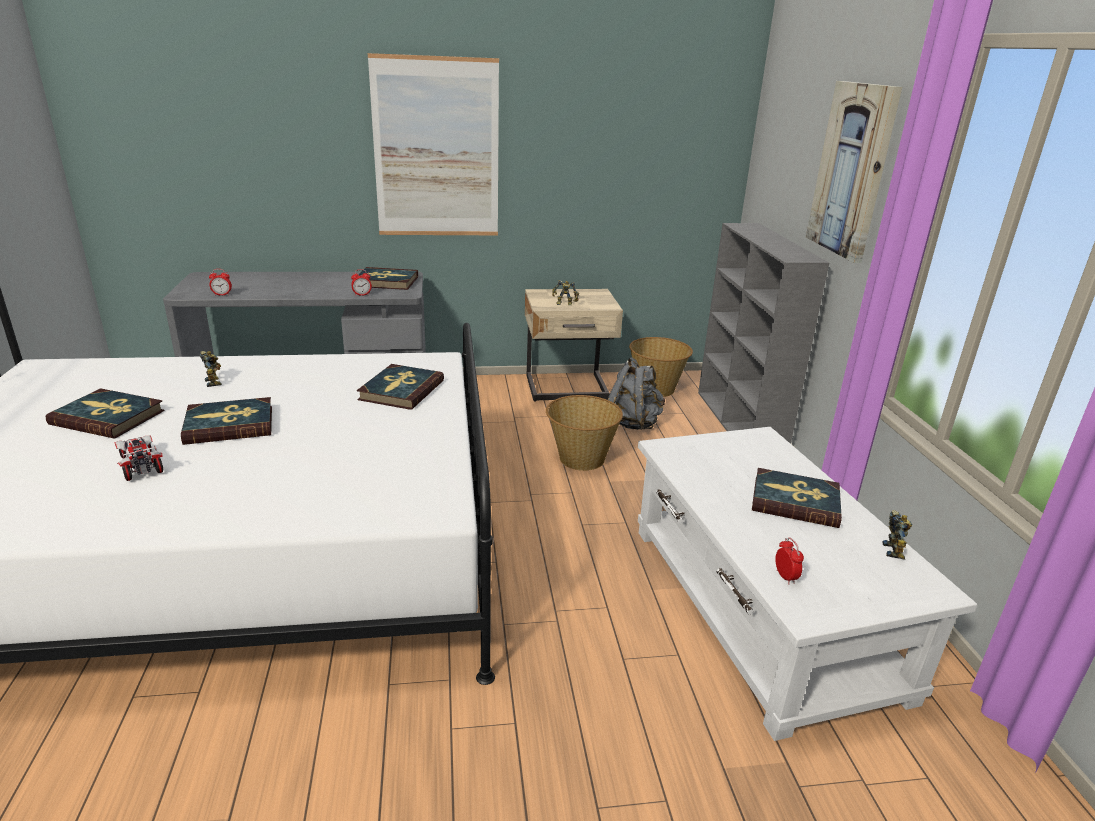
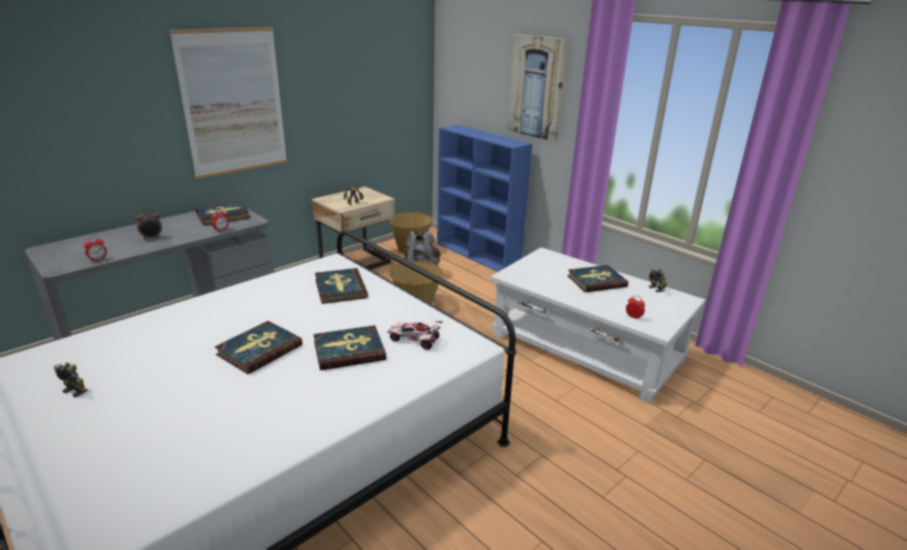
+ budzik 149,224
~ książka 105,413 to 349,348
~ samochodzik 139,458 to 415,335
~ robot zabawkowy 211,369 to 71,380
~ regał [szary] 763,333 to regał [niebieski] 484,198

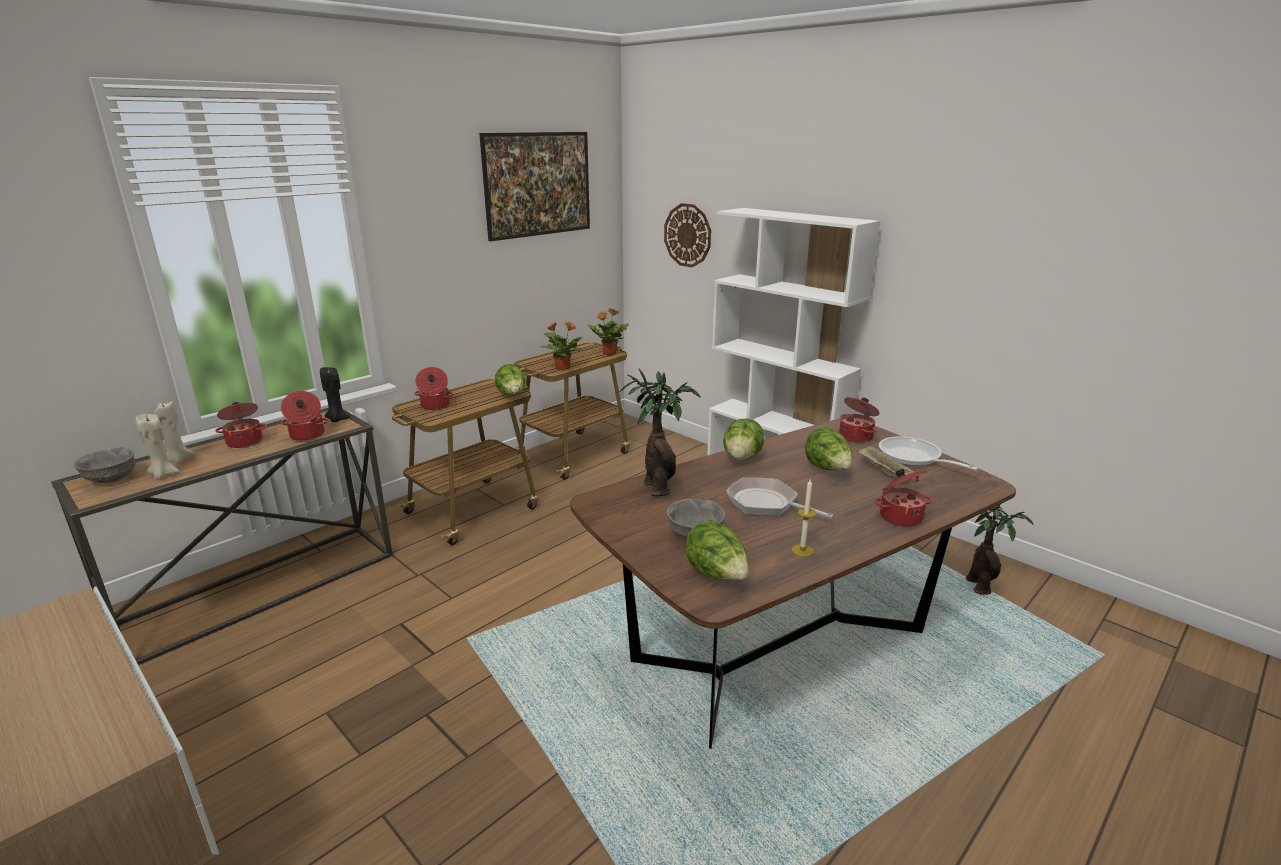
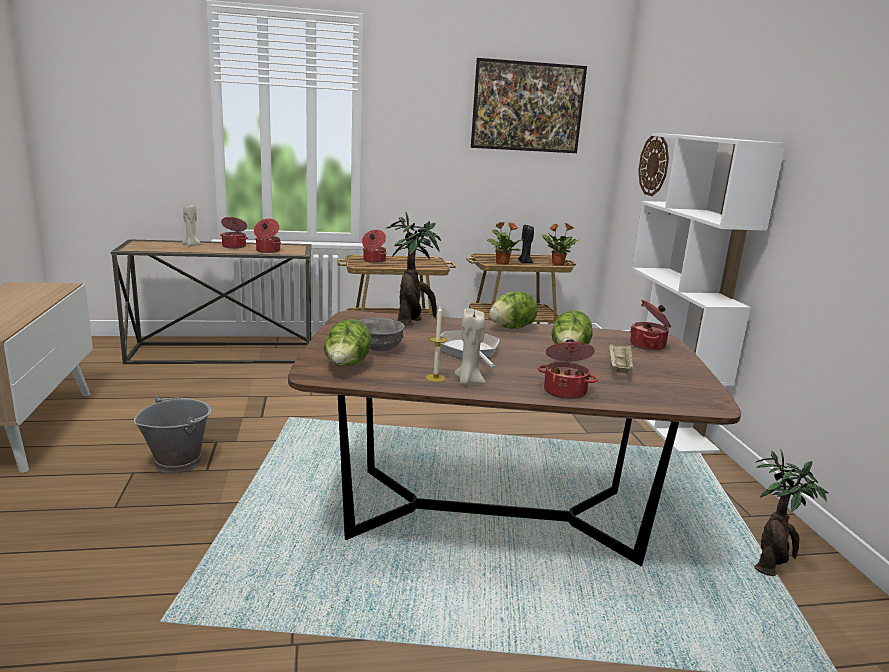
- miska [szary] 104,465
- sałata 510,379
- patelnia 928,453
+ wiadro [szary] 173,435
~ świeca [beżowy] 158,446 to 470,346
~ świeca [czarny] 335,394 to 526,244

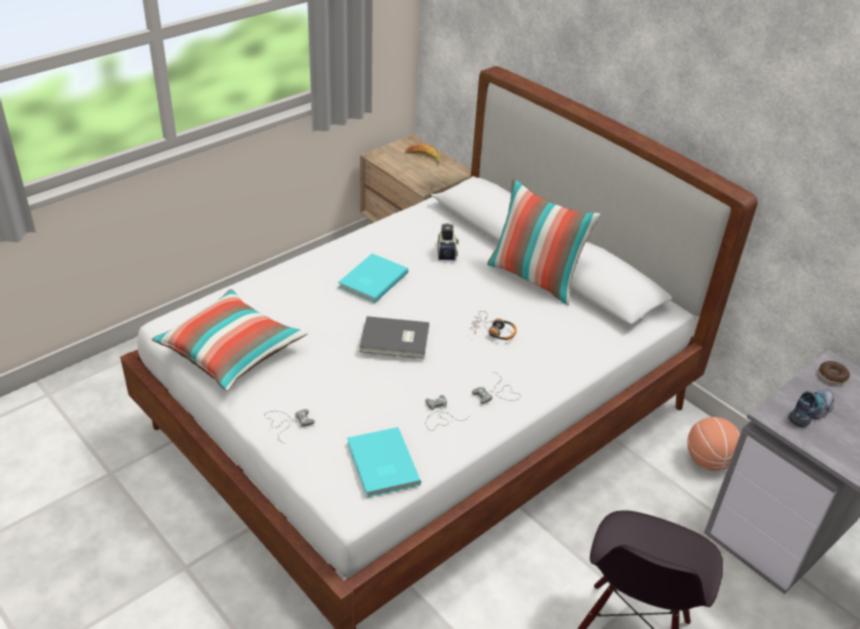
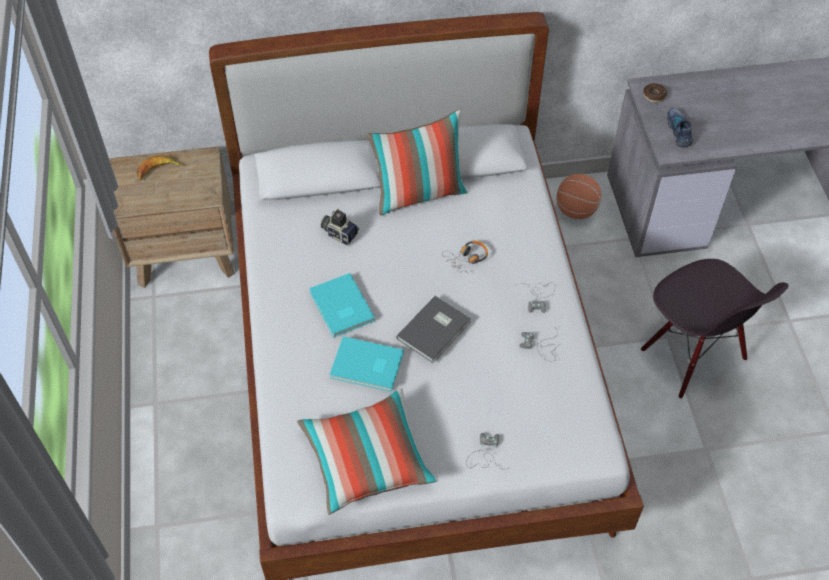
~ książka [turkusowy] 384,462 to 367,364

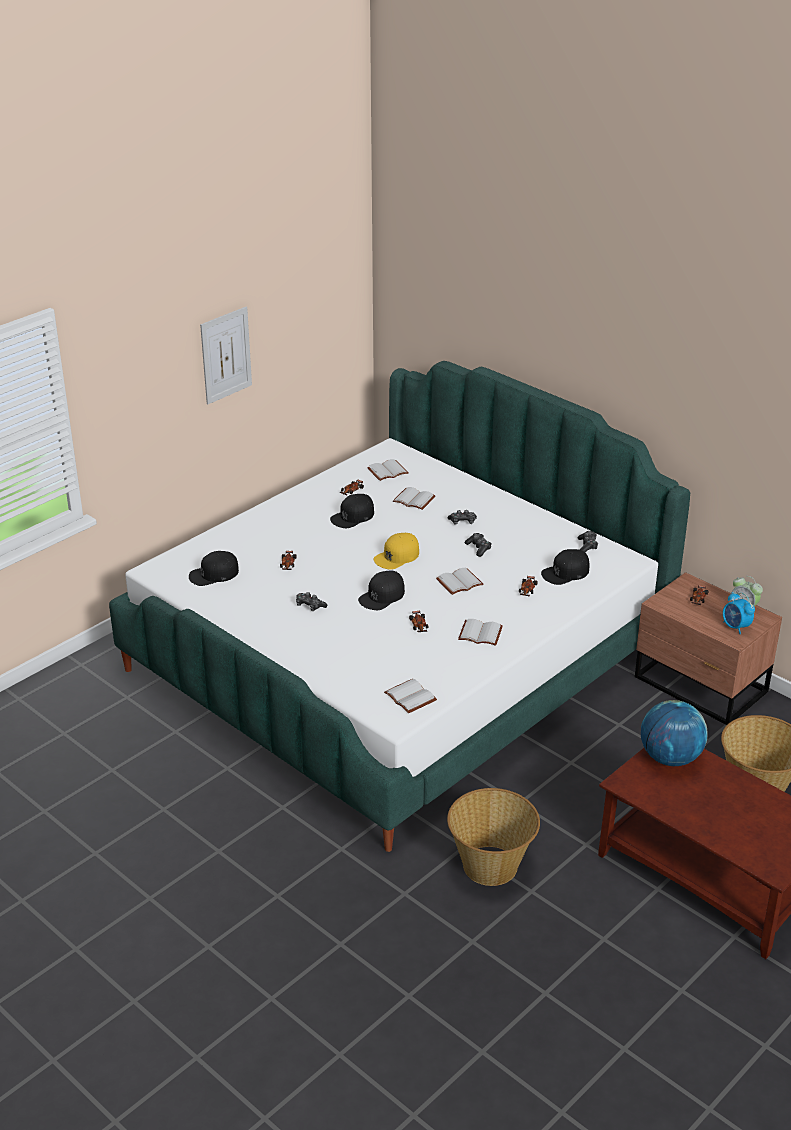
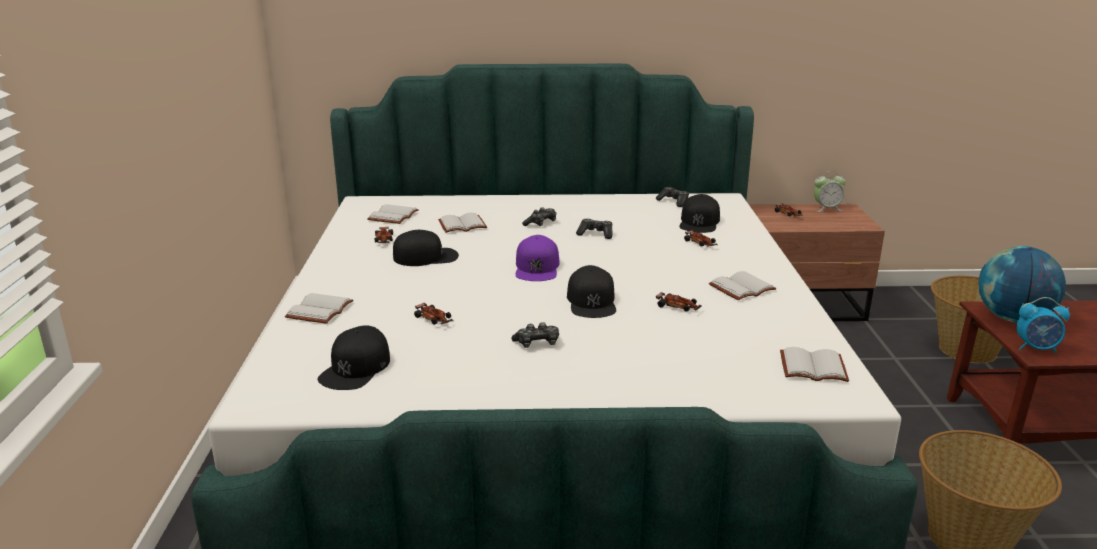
- obraz 226,355
~ książka [biały] 460,581 to 319,308
~ budzik 739,613 to 1043,325
~ czapka z daszkiem [żółty] 396,551 to czapka z daszkiem [fioletowy] 538,258
~ czapka z daszkiem [czarny] 352,511 = 426,248 105 degrees counterclockwise

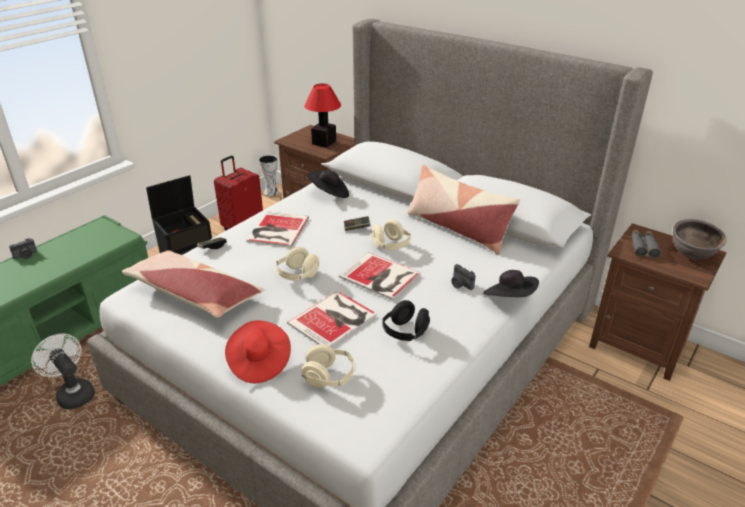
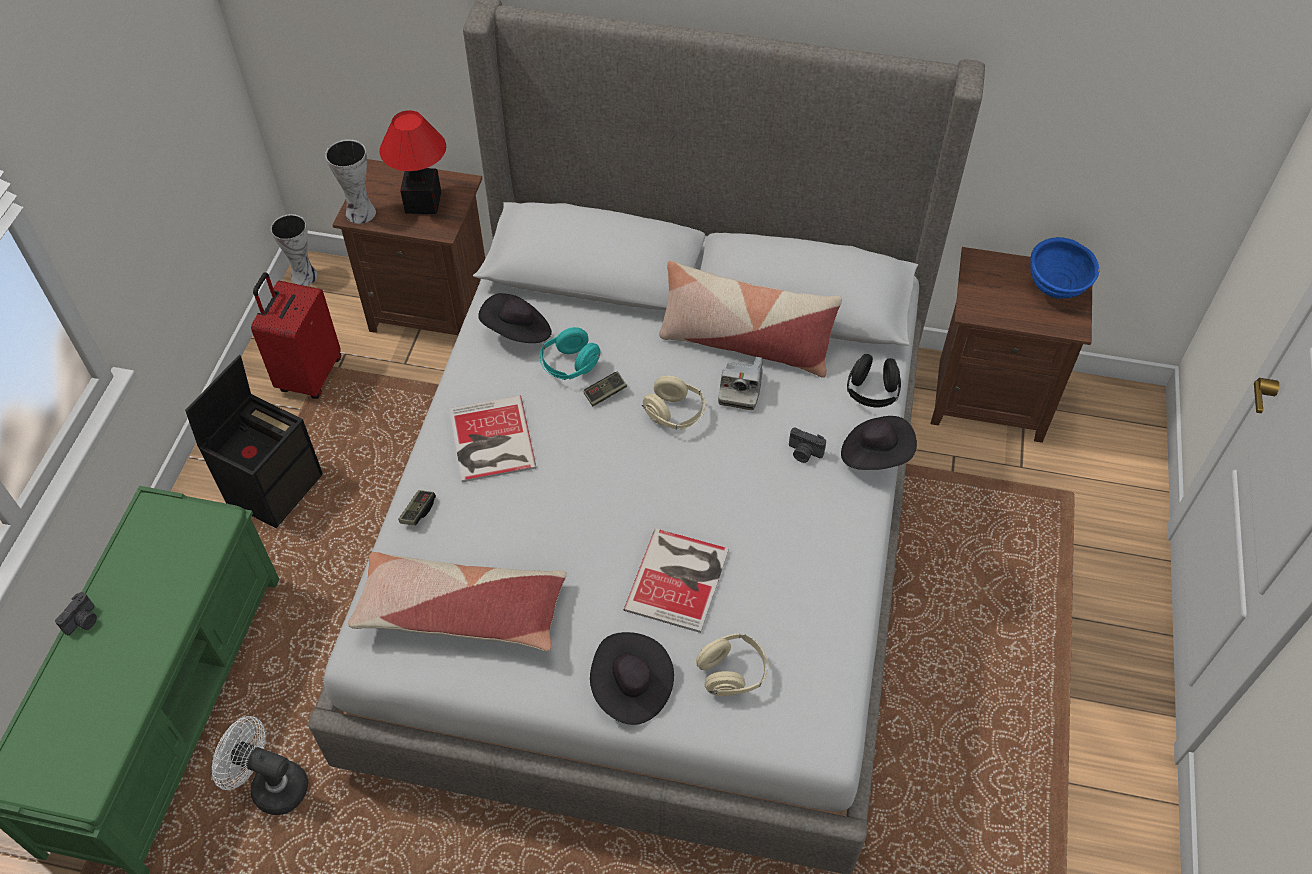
- słuchawki [beżowy] 297,264
- książka 380,276
- lornetka [szary] 646,243
+ wazon 350,181
+ słuchawki [turkusowy] 570,353
+ aparat fotograficzny 740,383
~ słuchawki [czarny] 406,320 to 874,381
~ kapelusz [czerwony] 258,351 to kapelusz [czarny] 632,678
~ miska [brązowy] 699,239 to miska [niebieski] 1065,268

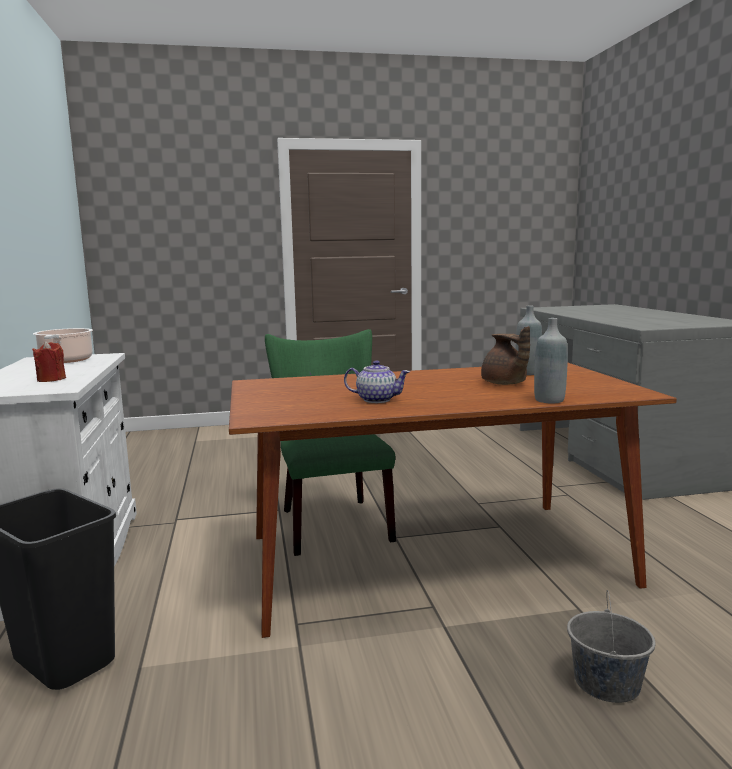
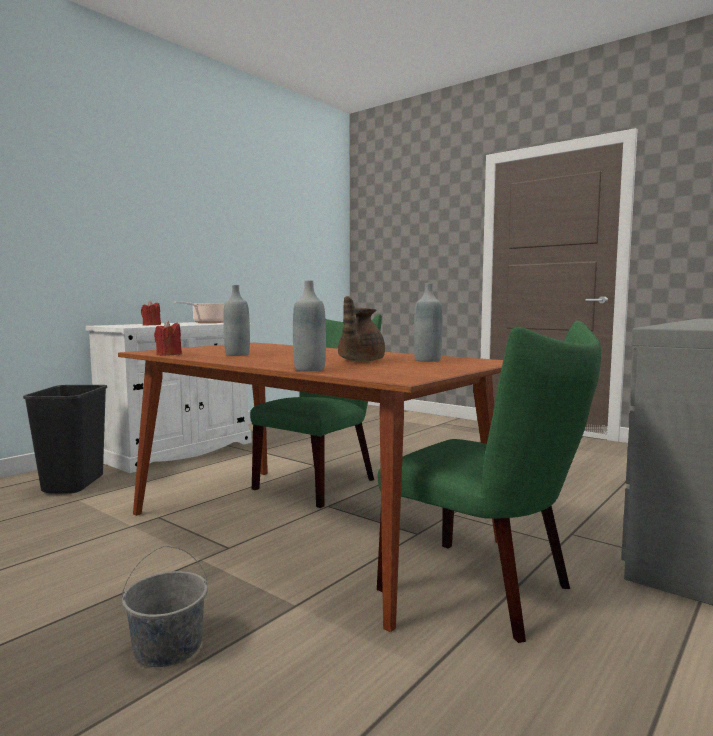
+ świeca [czerwony] 168,338
+ krzesło [zielony] 489,482
~ imbryk 377,381 to butelka [szary] 236,320

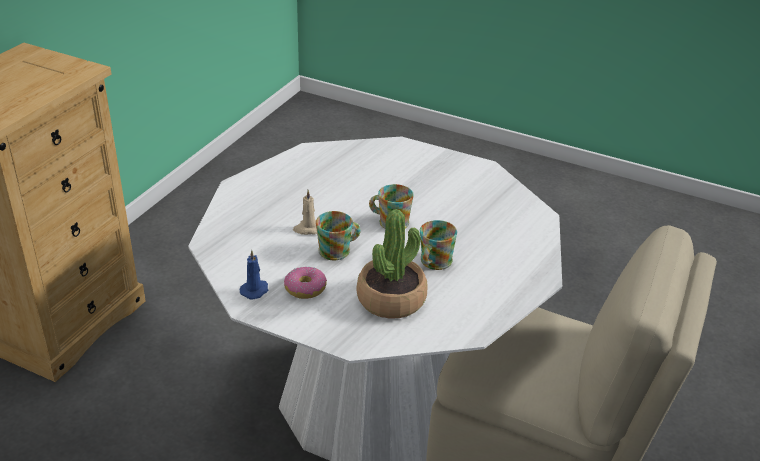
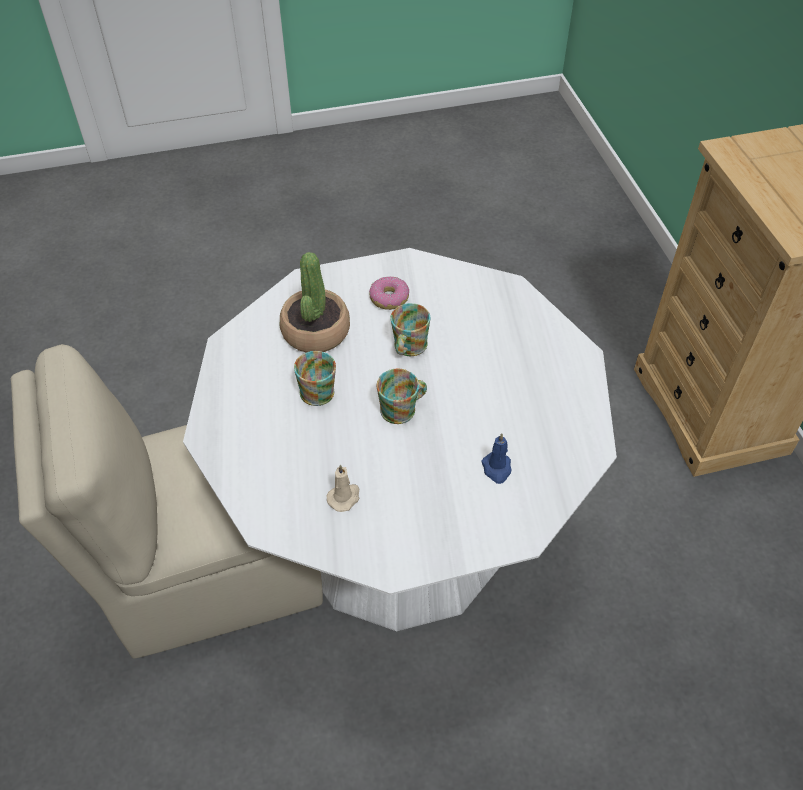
~ świeca [niebieski] 254,275 to 496,458
~ świeca [beżowy] 305,212 to 343,488

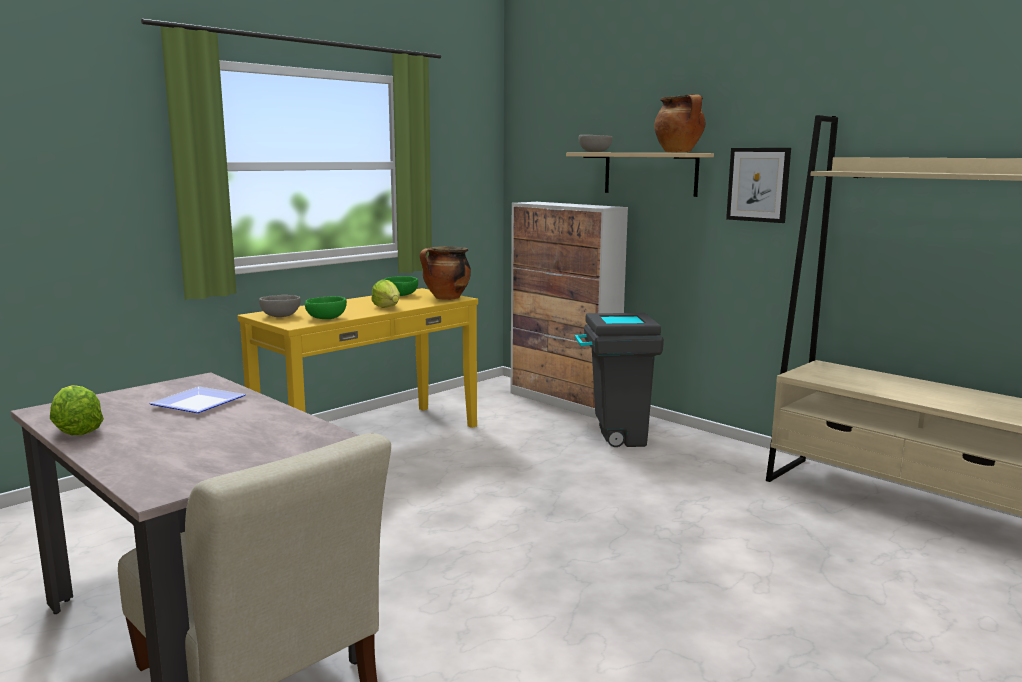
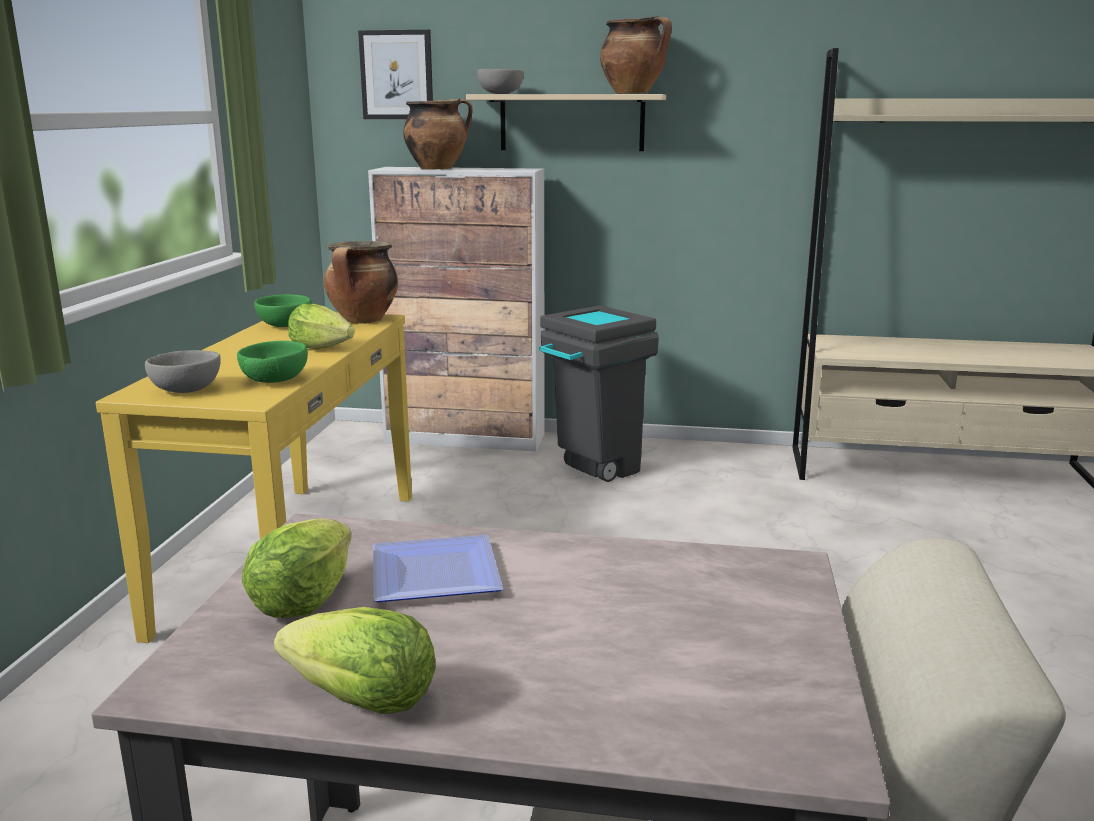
+ sałata 297,568
+ garnek 438,134
~ obraz 758,185 to 395,74

